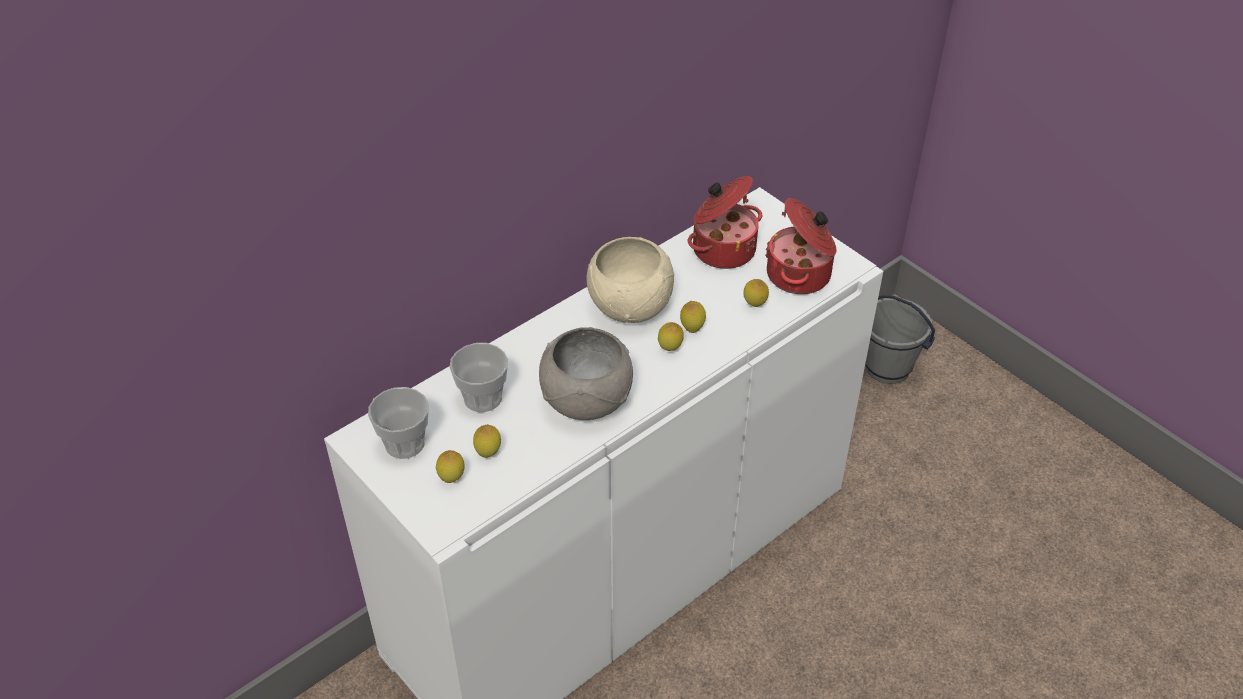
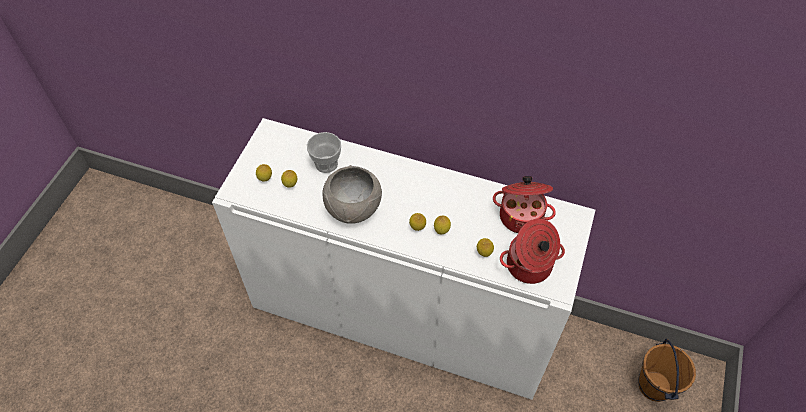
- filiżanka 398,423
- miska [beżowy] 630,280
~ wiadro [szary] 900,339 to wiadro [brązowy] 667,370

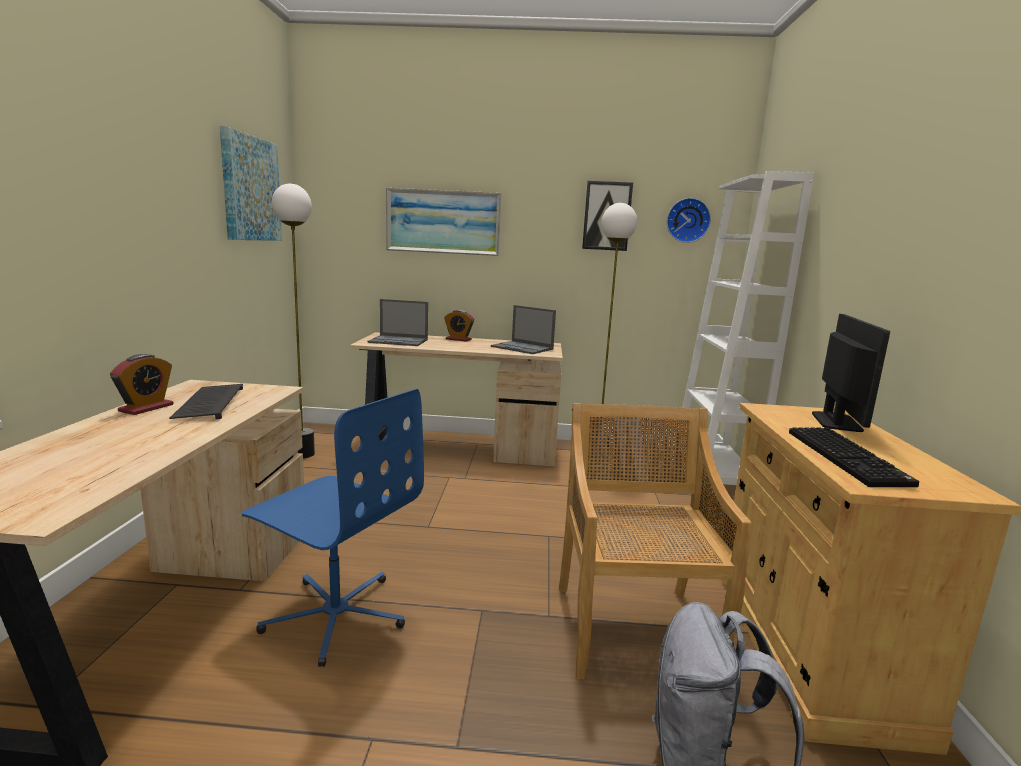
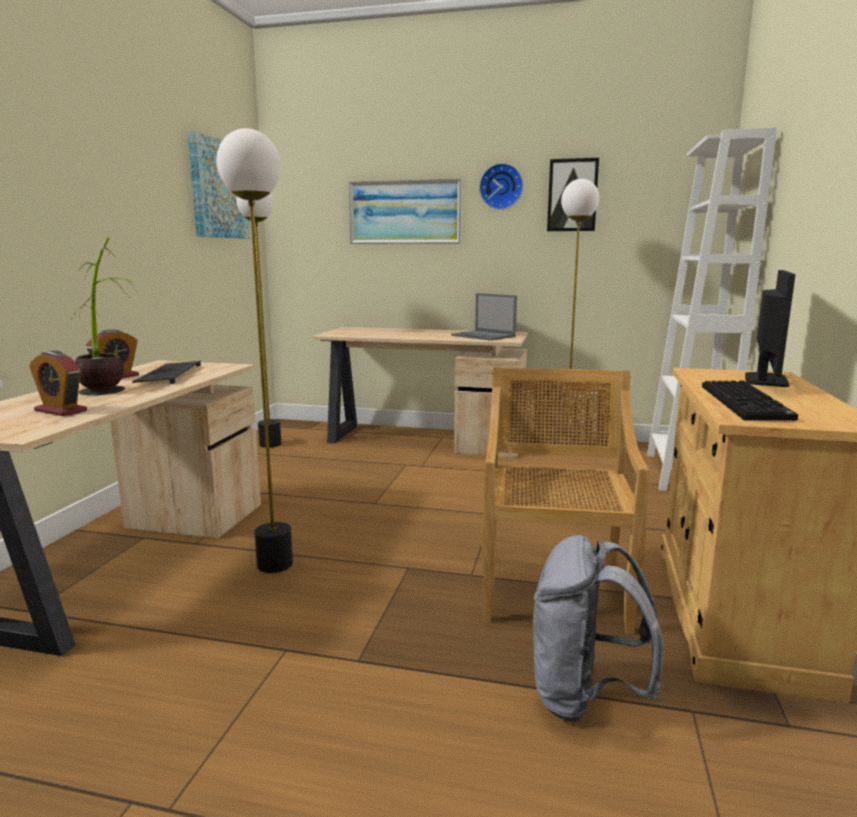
- laptop 397,322
+ roślina doniczkowa 104,316
~ budzik 459,326 to 58,383
~ zegar ścienny 689,220 to 501,186
~ krzesło biurowe [niebieski] 333,528 to lampa stojąca 255,350

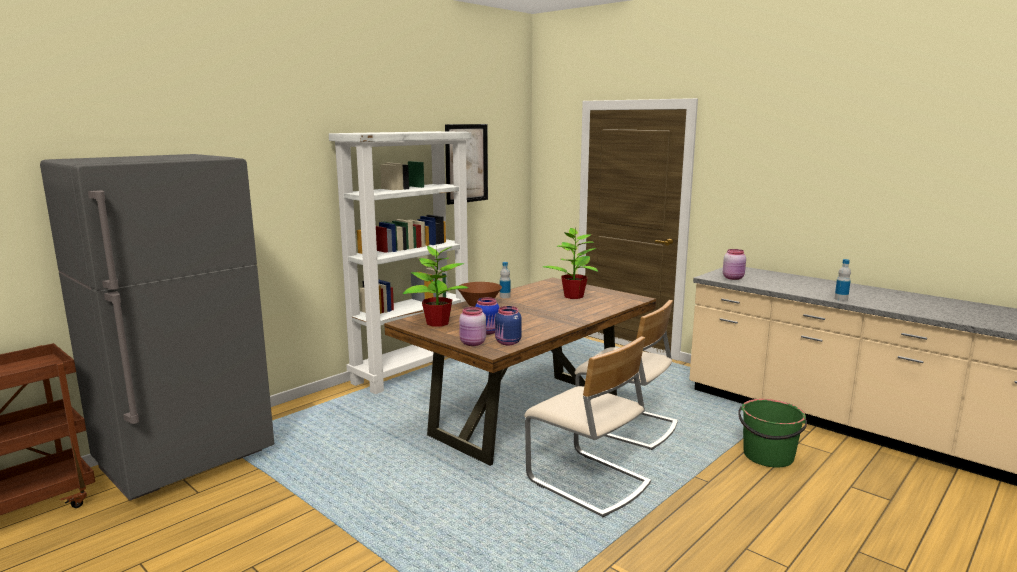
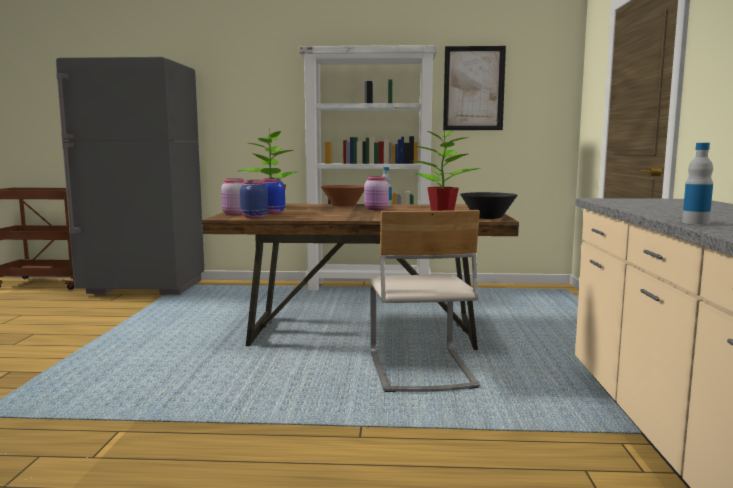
- krzesło [beżowy] 587,426
- wiadro [zielony] 772,433
+ miska [czarny] 489,205
~ słoik [różowy] 734,264 to 376,193

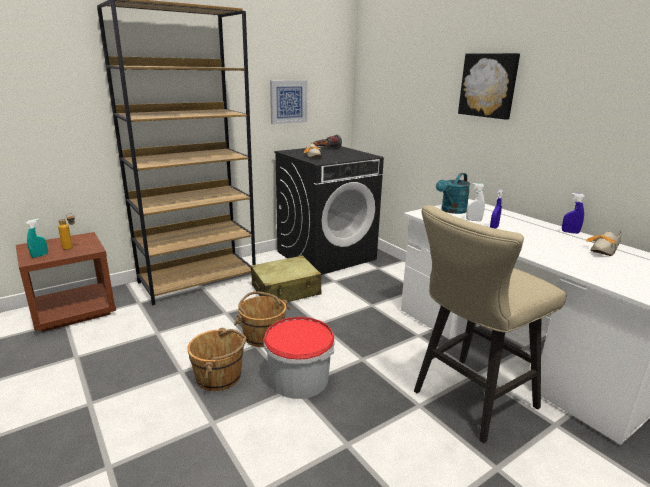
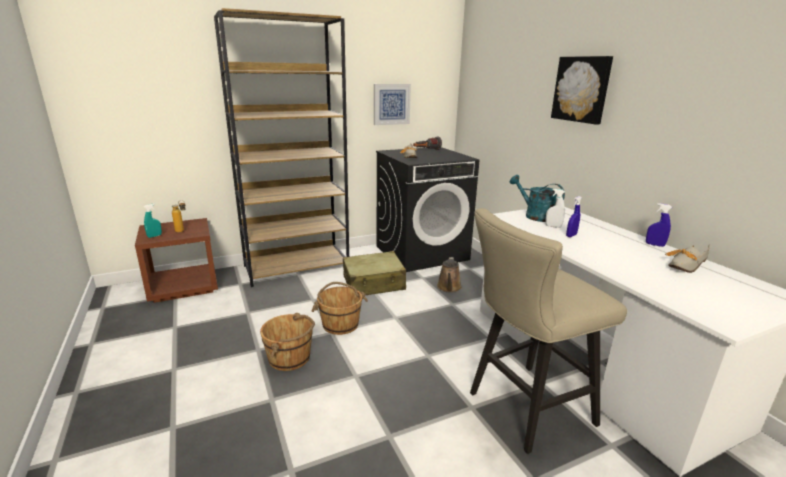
- wiadro 299,358
+ konewka [brązowy] 449,275
~ konewka [turkusowy] 453,193 = 537,198 90 degrees clockwise

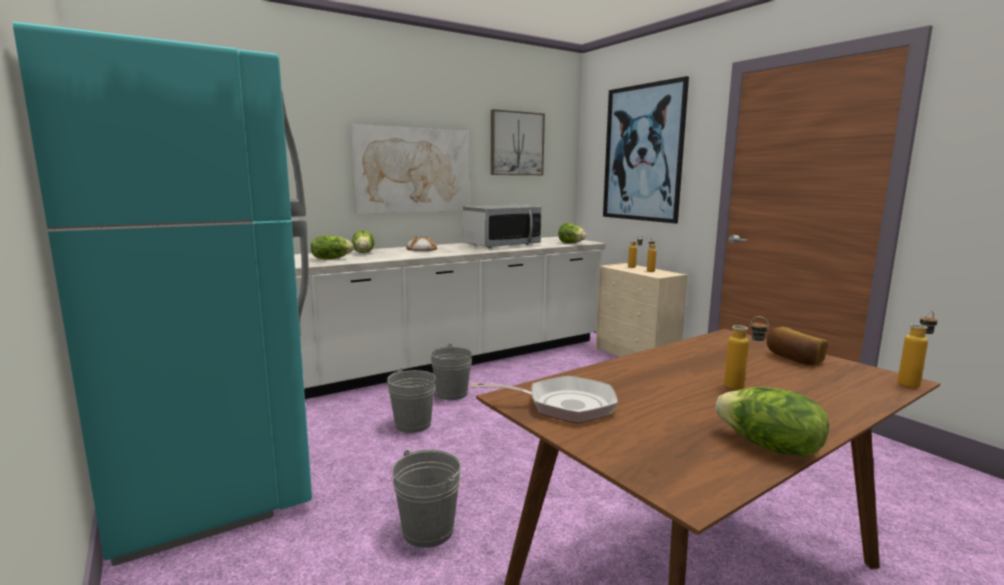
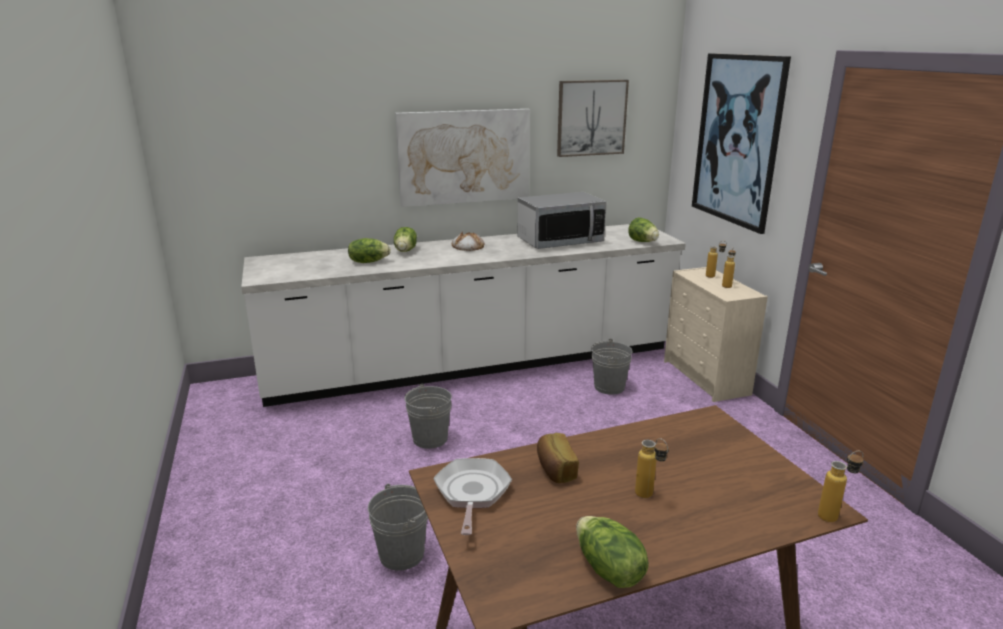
- lodówka [turkusowy] 162,294
~ wiadro [szary] 451,372 to 611,366
~ chleb 797,346 to 558,458
~ patelnia 544,399 = 472,496 105 degrees counterclockwise

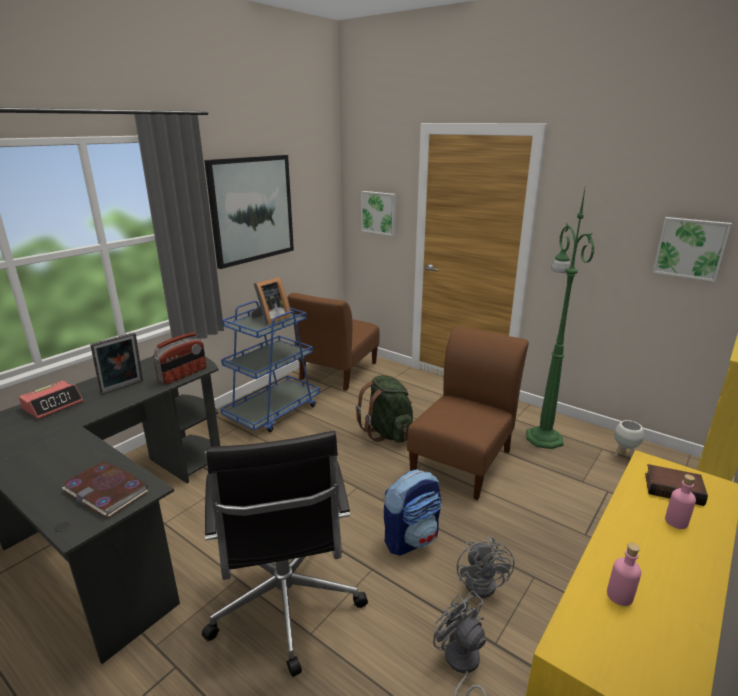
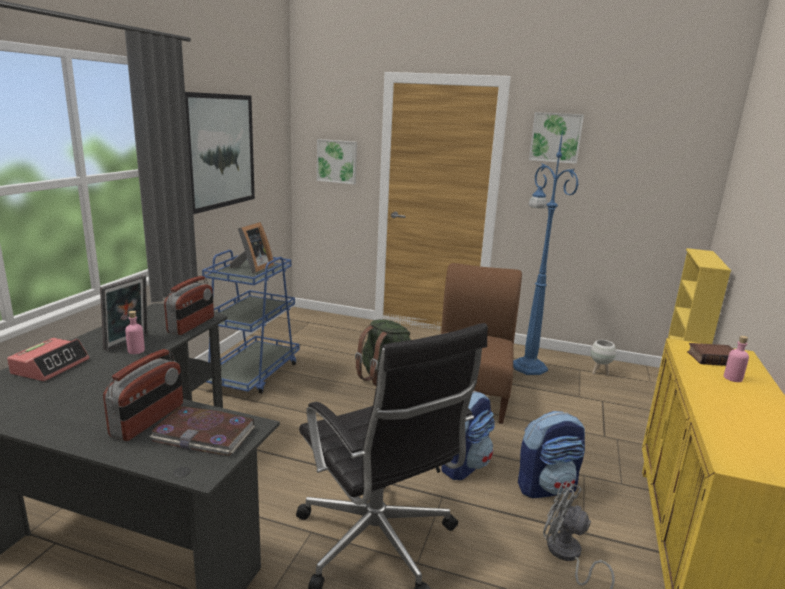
- krzesło [brązowy] 333,342
+ radio 143,395
~ butelka [różowy] 624,574 to 135,332
~ obraz 692,249 to 556,138
~ wentylator [szary] 485,567 to plecak 551,454
~ lampa stojąca [zielony] 560,319 to lampa stojąca [niebieski] 546,252

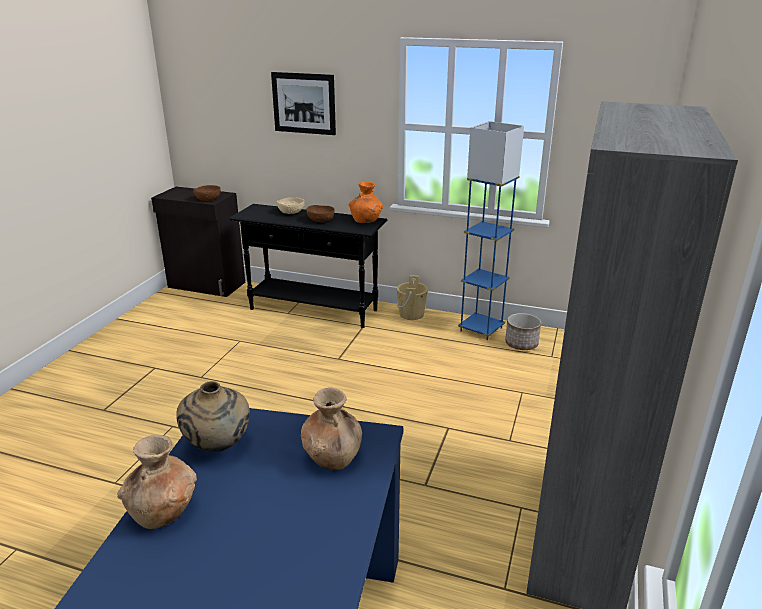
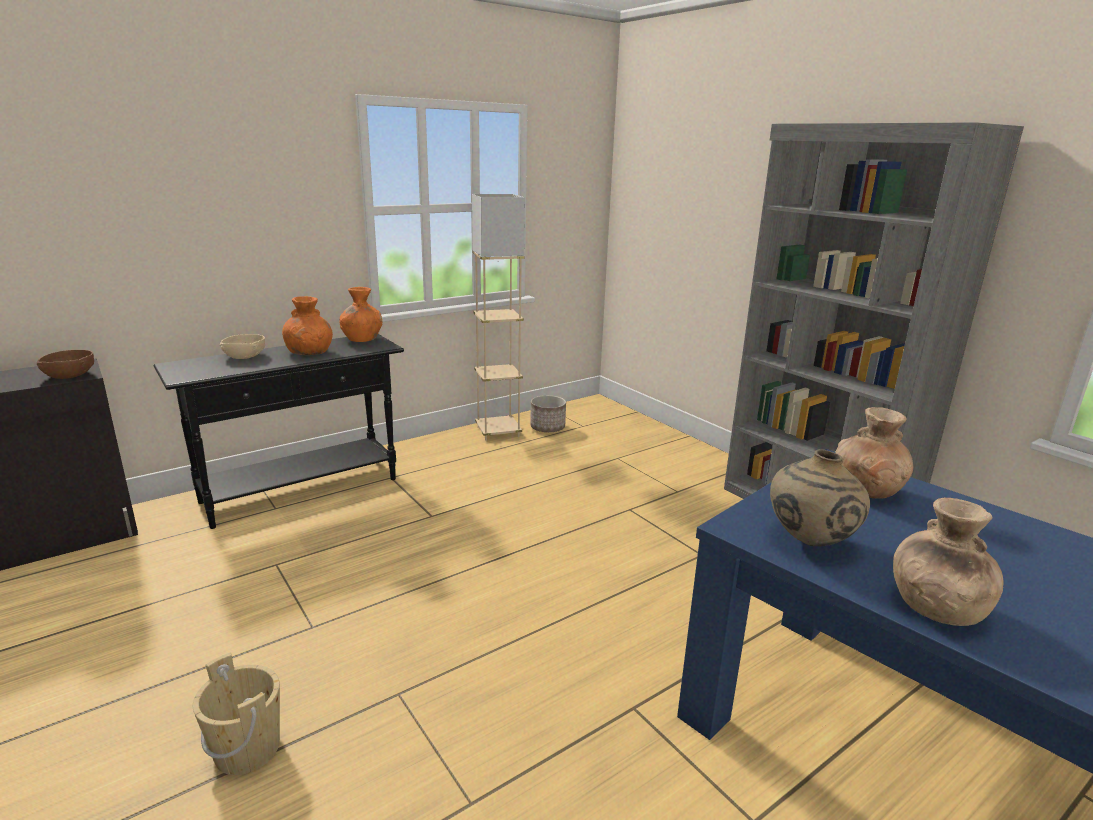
- obraz 303,103
~ wiadro [beżowy] 412,297 to 236,714
~ miska [brązowy] 320,213 to wazon [pomarańczowy] 307,325
~ lampa stojąca [niebieski] 491,230 to lampa stojąca [beżowy] 498,317

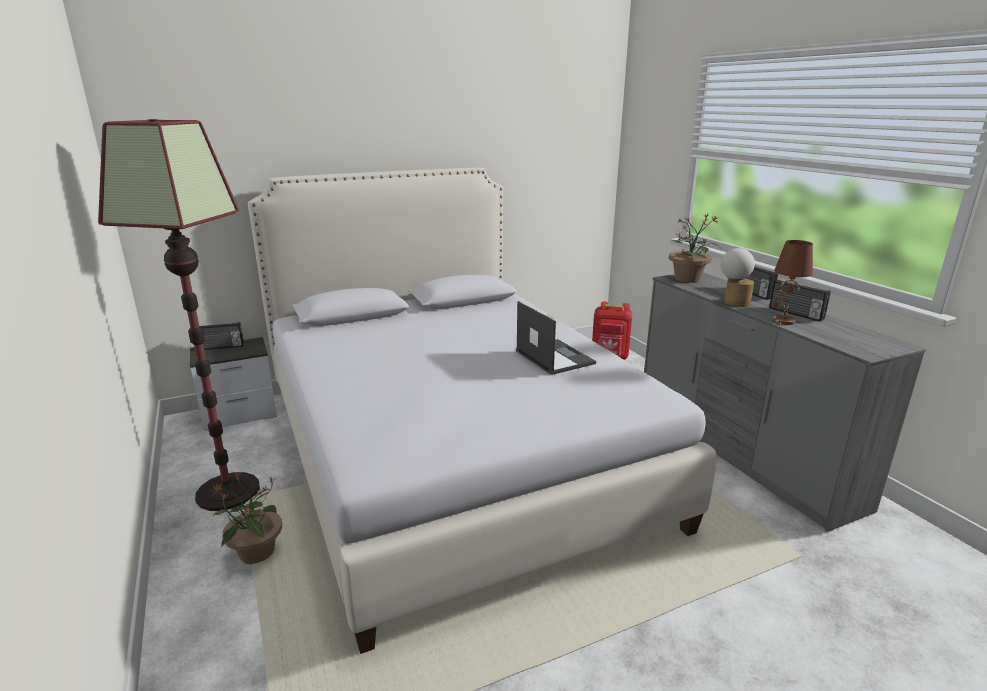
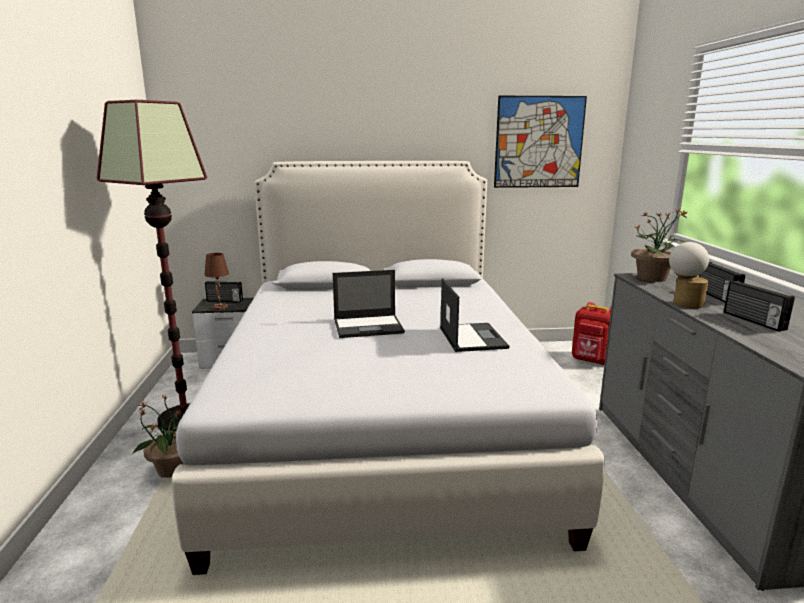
+ laptop 369,304
+ obraz 540,142
~ lampa stołowa [brązowy] 793,282 to 216,281

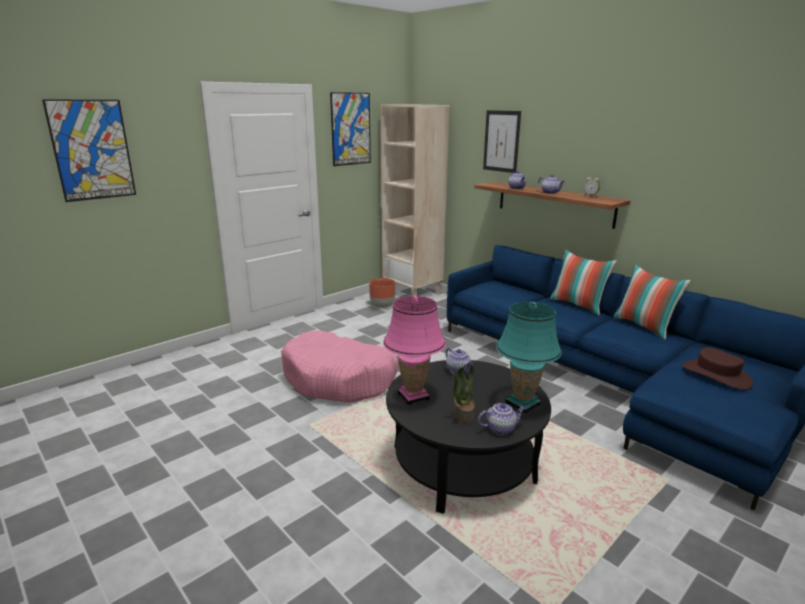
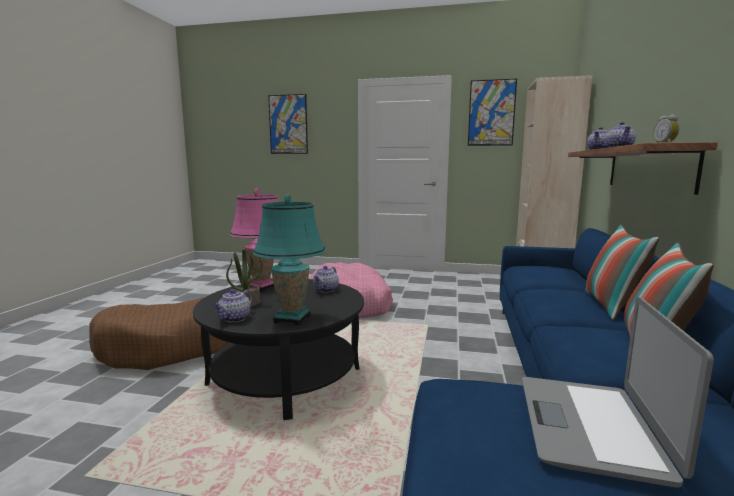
- donica [brązowy] 382,293
- obraz 502,141
+ legowisko [brązowy] 159,333
~ kapelusz [brązowy] 718,368 to laptop 618,392
~ imbryk 501,419 = 233,305 75 degrees clockwise

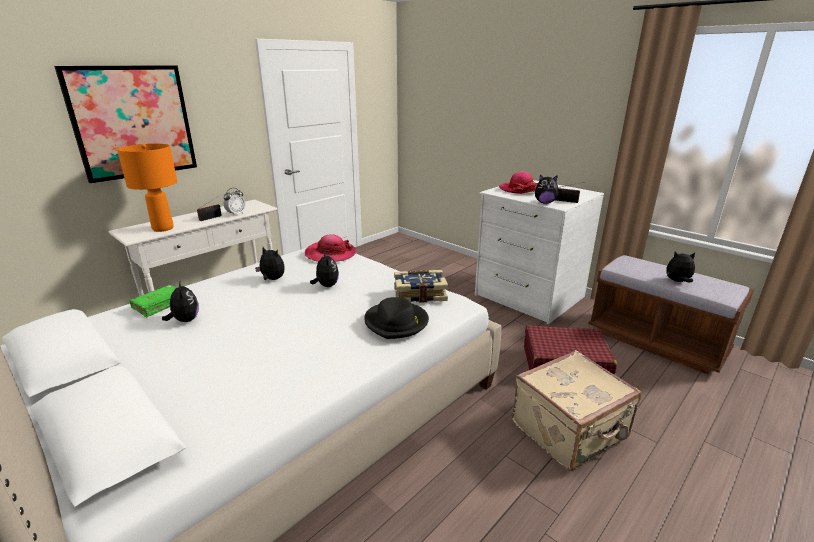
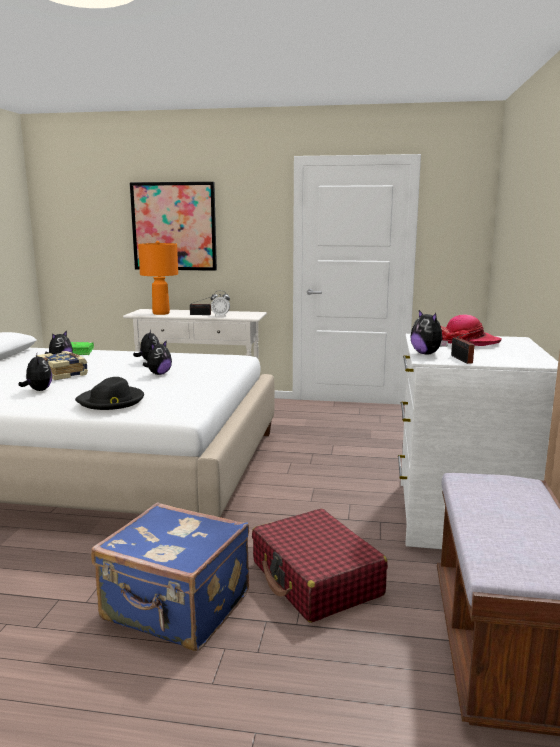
- kapelusz 330,248
~ książka 421,286 to 62,365
~ pluszak 680,267 to 35,372
~ walizka [beżowy] 576,410 to walizka [niebieski] 170,576

